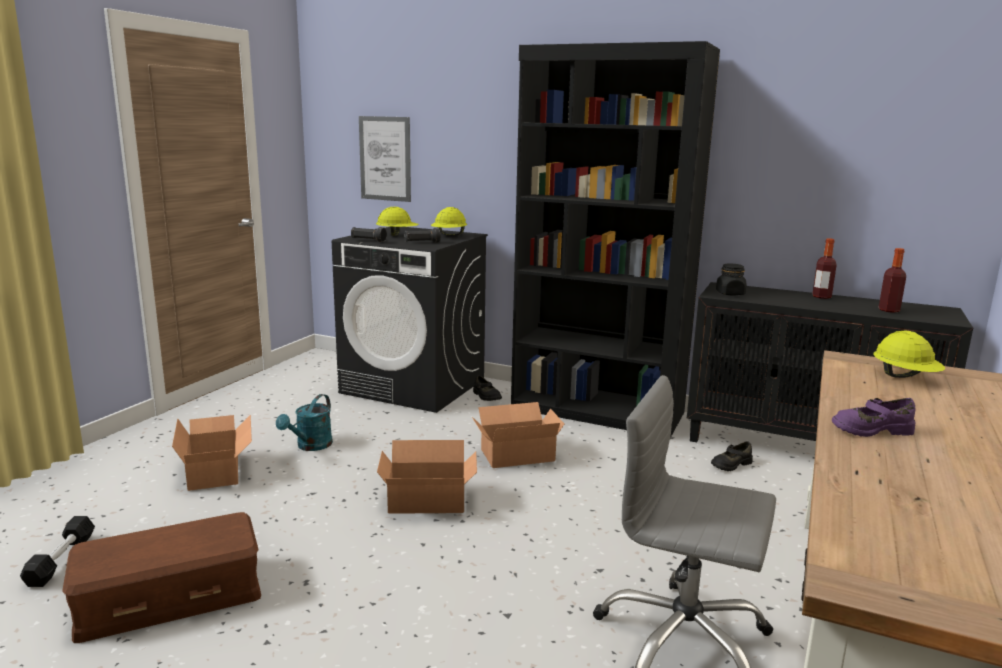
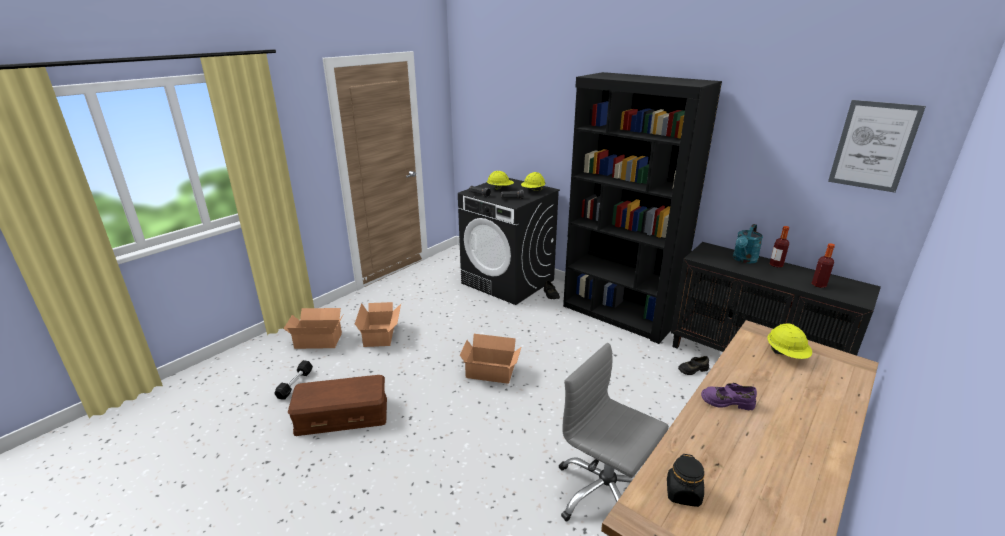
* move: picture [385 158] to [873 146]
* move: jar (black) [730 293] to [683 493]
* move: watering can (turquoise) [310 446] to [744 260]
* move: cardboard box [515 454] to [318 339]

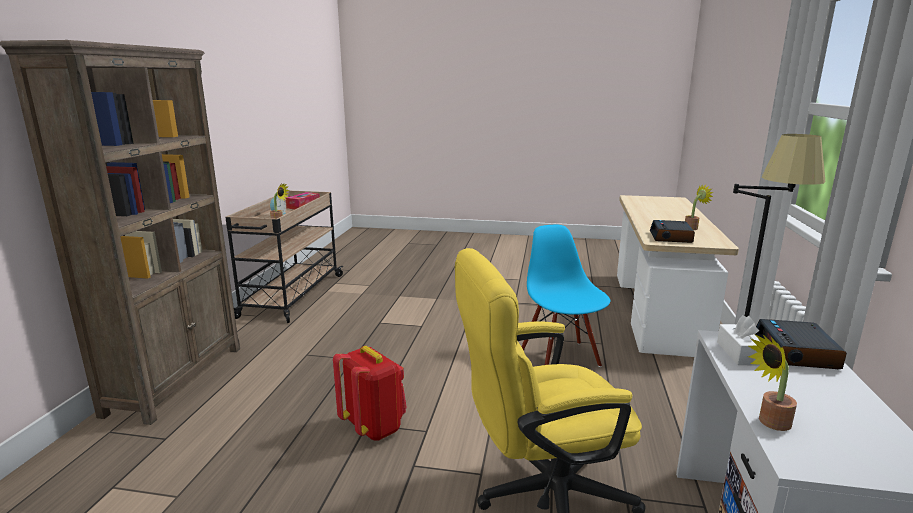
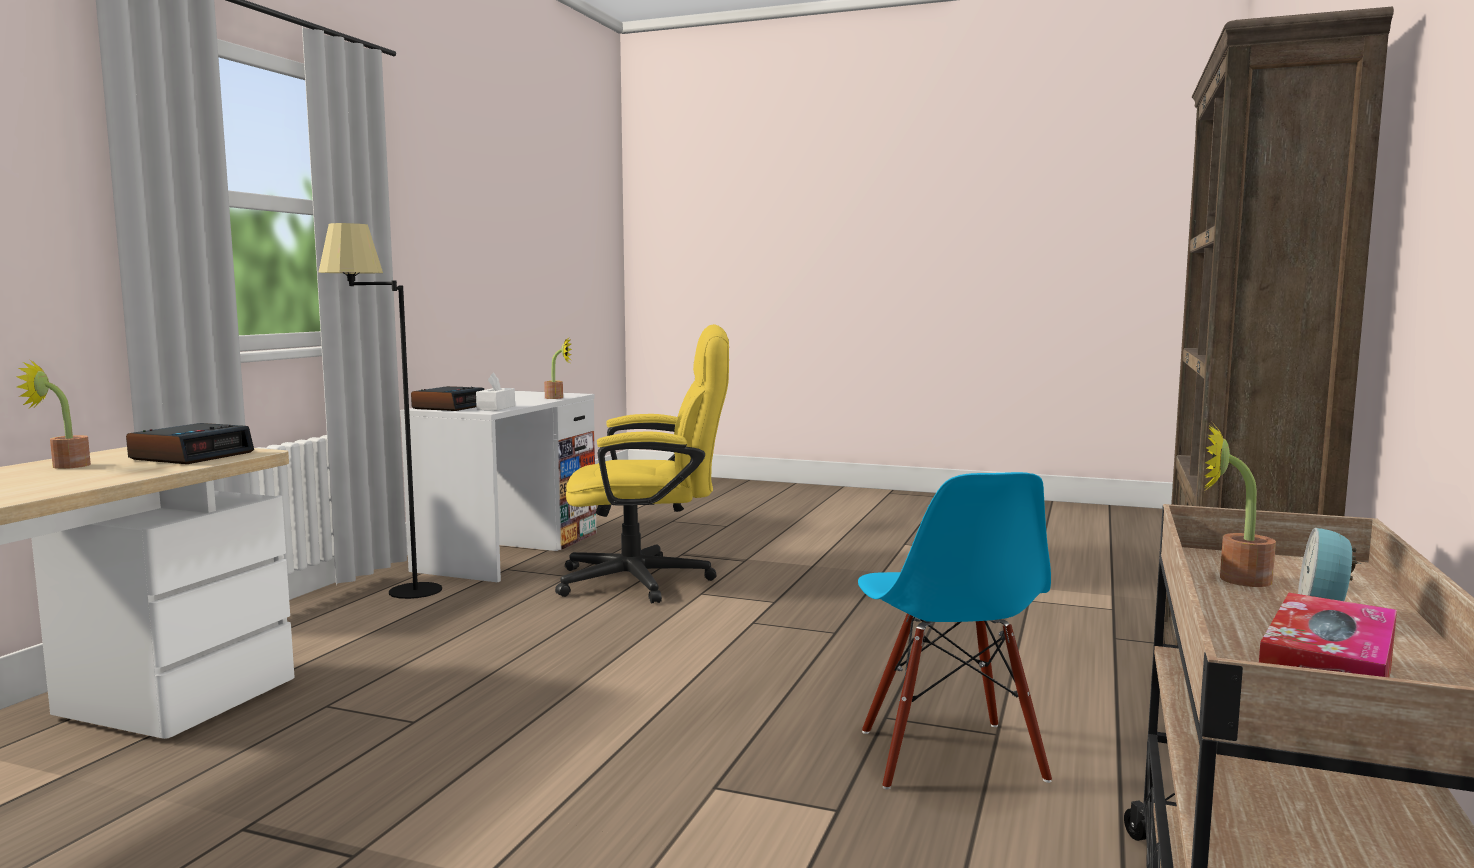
* move: chair (blue) [560 358] to [949 756]
* delete: backpack (red) [374 427]

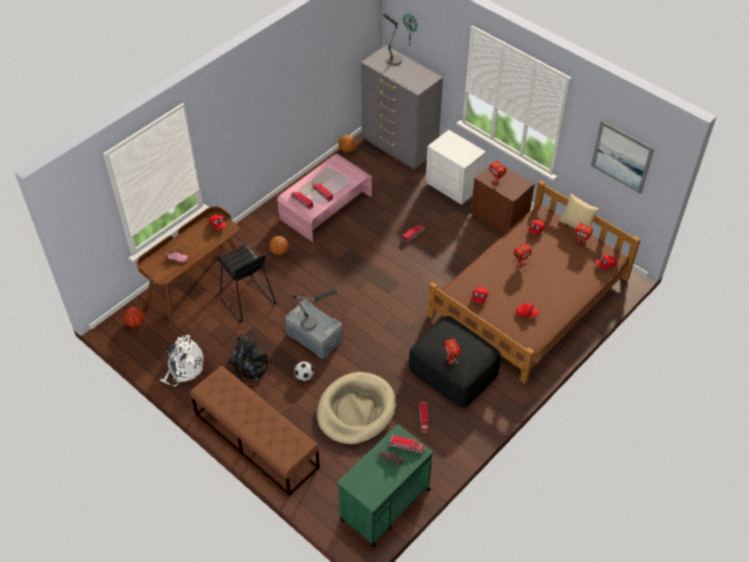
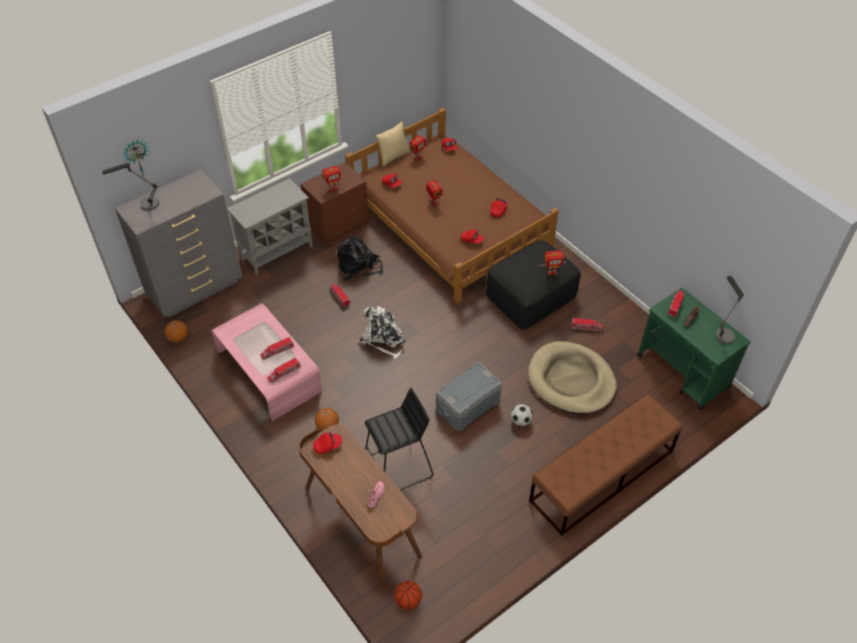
* delete: picture [621 157]
* replace: nightstand (white) [454 186] to cabinet (grey) [277 252]
* move: table lamp [314 321] to [723 331]
* move: backpack (white) [184 368] to [384 339]
* move: backpack (black) [249 368] to [359 267]

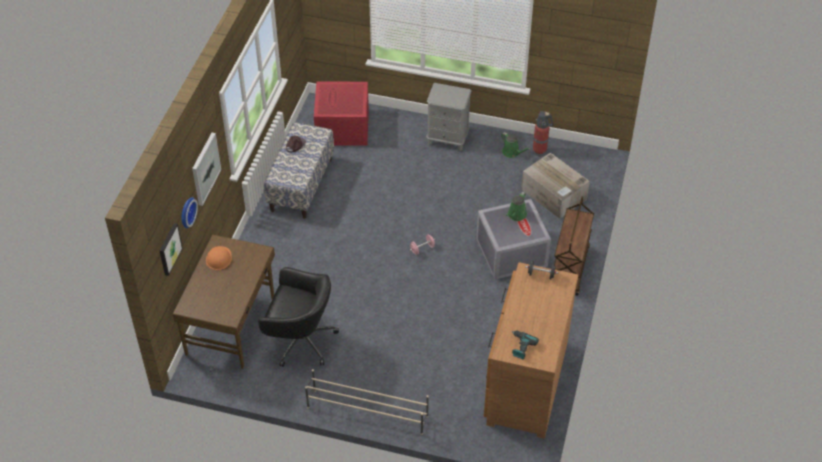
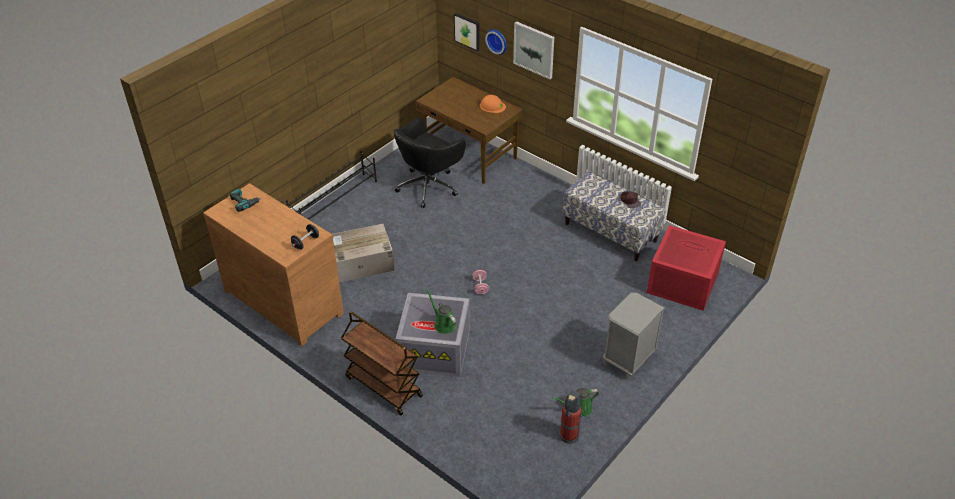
* move: cardboard box [554 195] to [361 263]
* recolor: shoe rack (beige) [367 411] to shoe rack (black) [335 202]

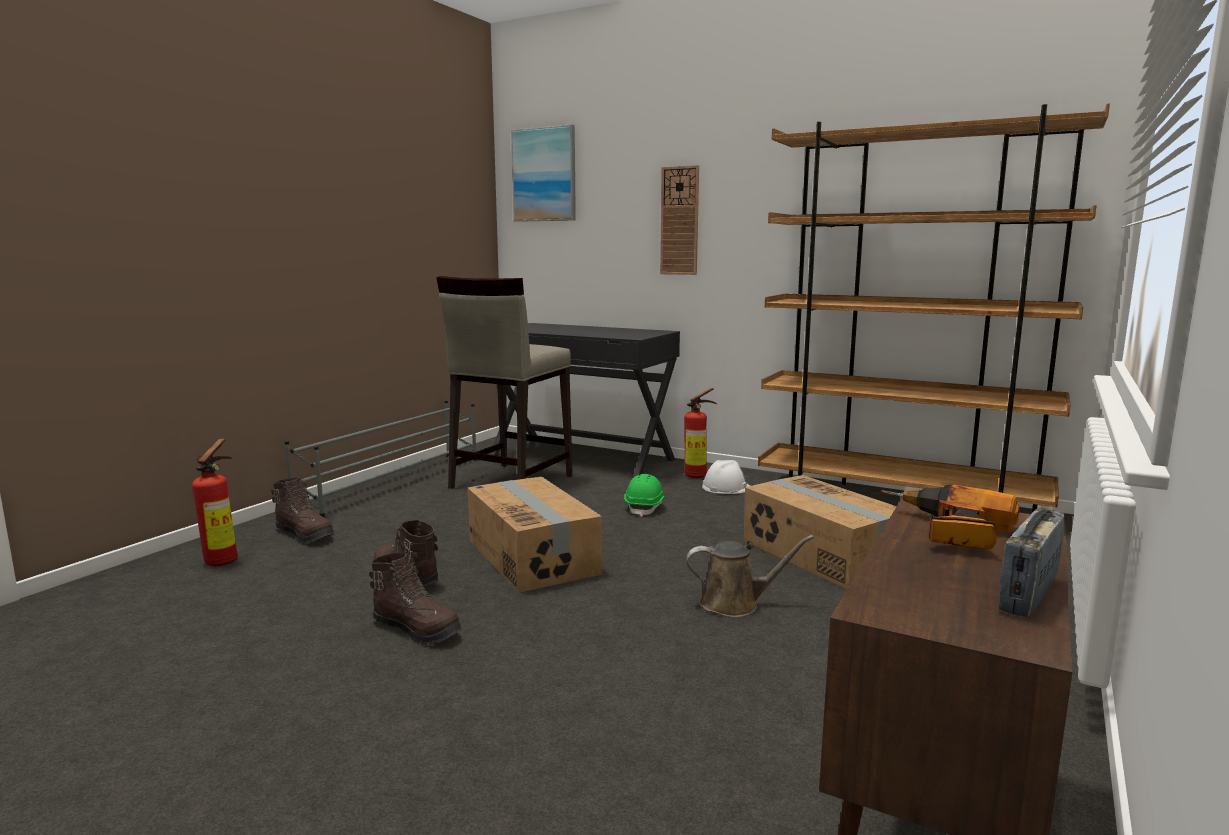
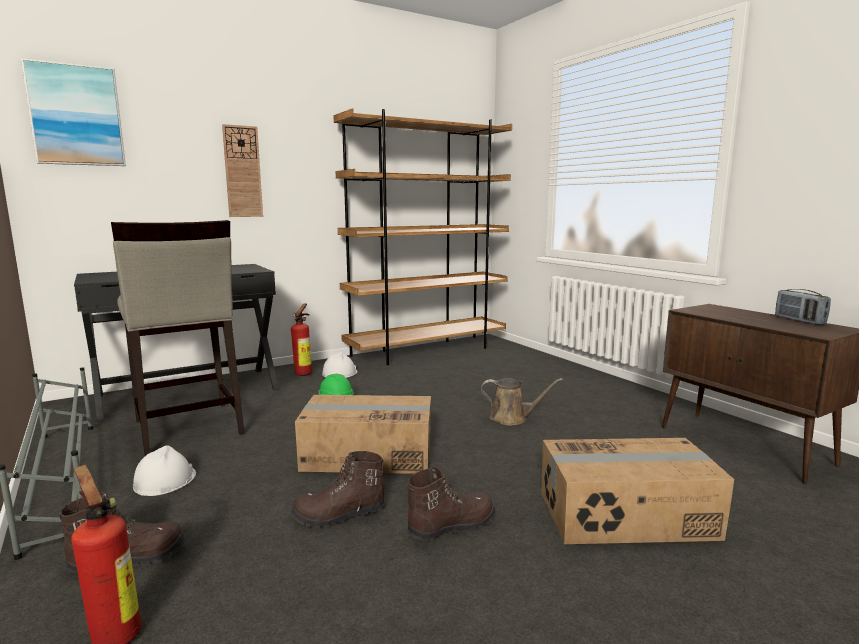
* move: cardboard box [821 555] to [627 516]
* delete: power drill [947 532]
* rotate: watering can (brown) [735 604] = [512 418] 75 degrees clockwise
* insert: hard hat (white) [164 480]

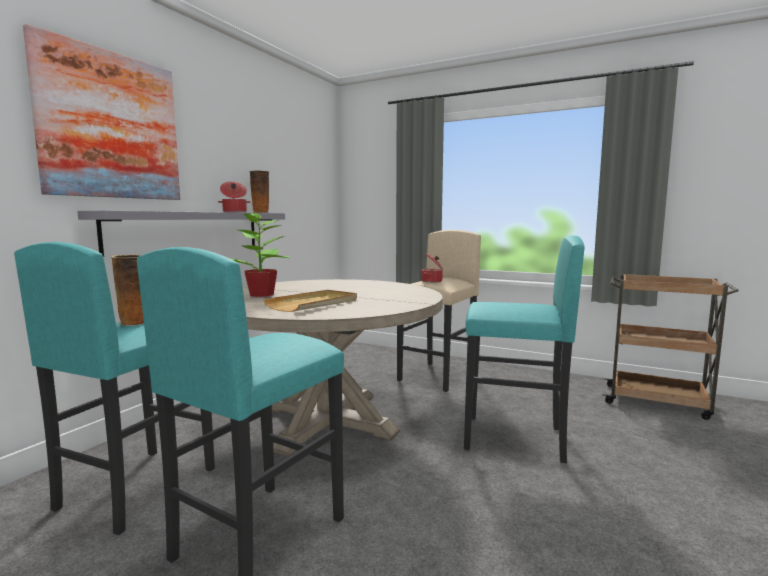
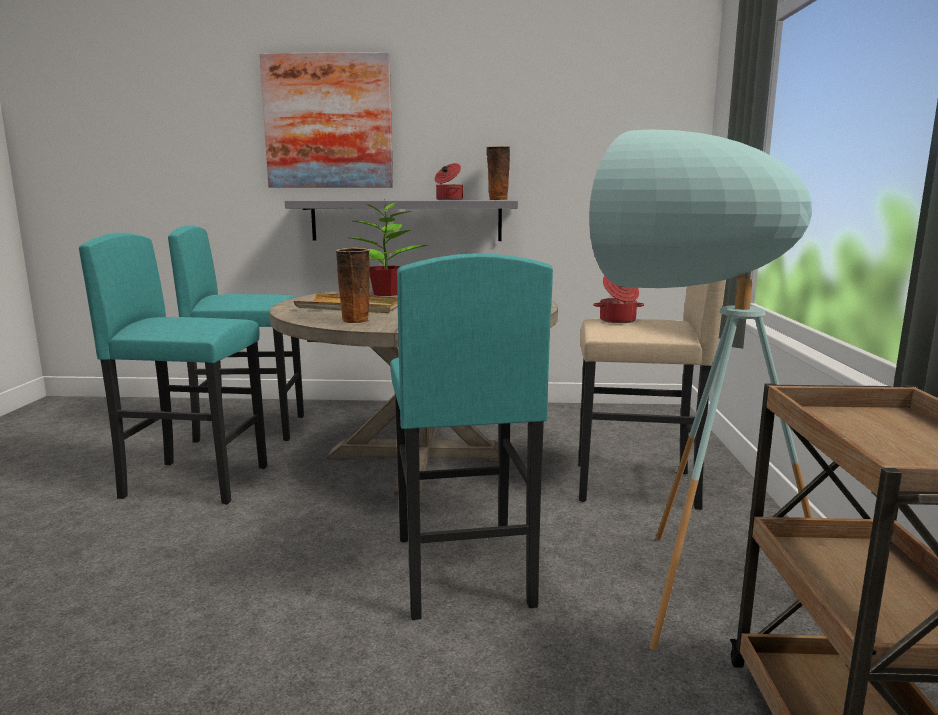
* move: vase [135 323] to [355 321]
* insert: floor lamp (turquoise) [676 576]

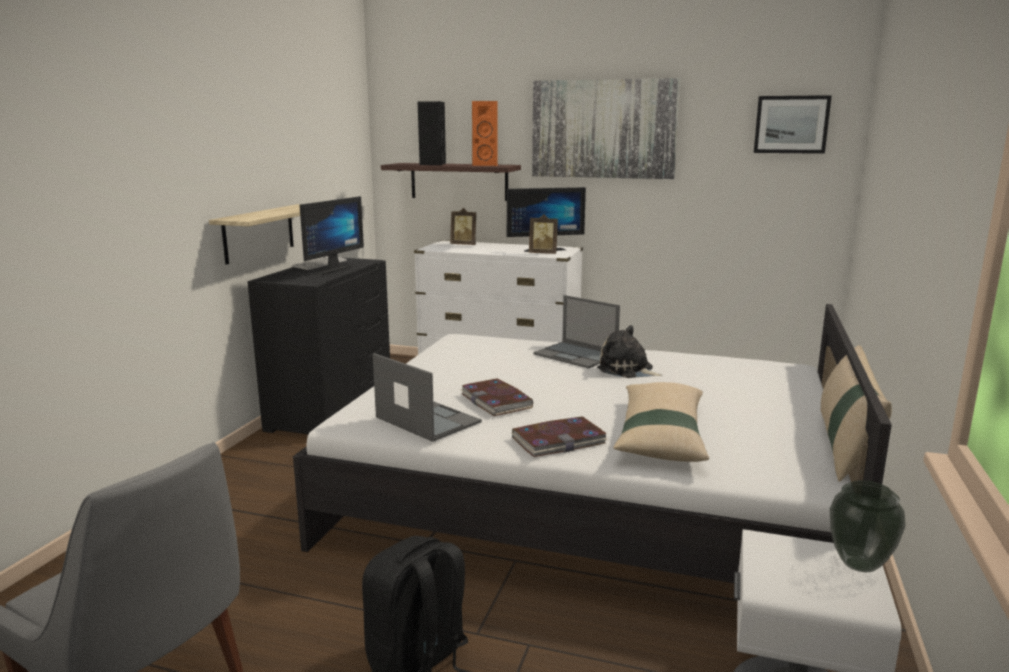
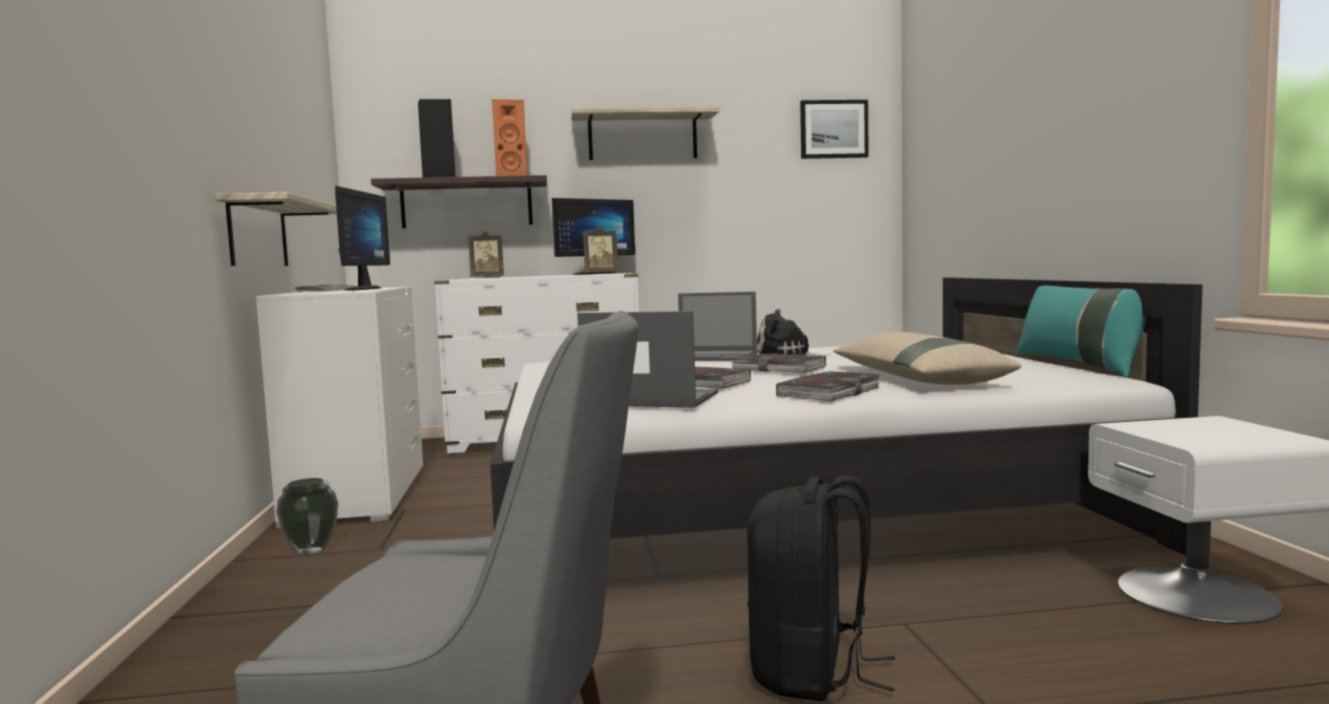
* replace: picture [603 129] to shelf [642 137]
* recolor: dresser (black) [330 410] to dresser (white) [356 495]
* recolor: pillow (beige) [845 446] to pillow (turquoise) [1081 365]
* move: vase [860 564] to [312 551]
* insert: book [779 368]

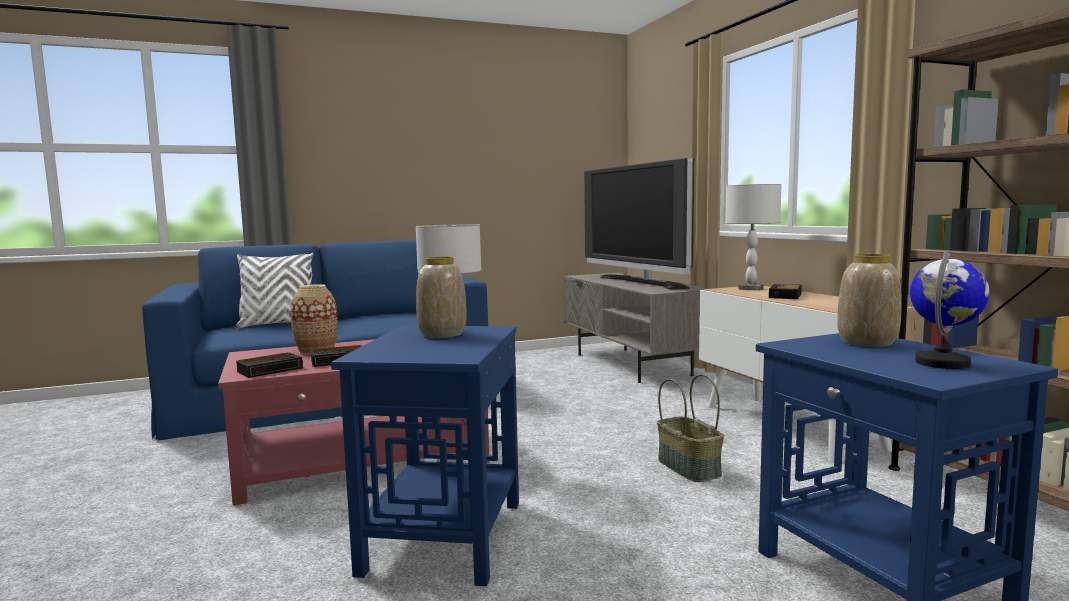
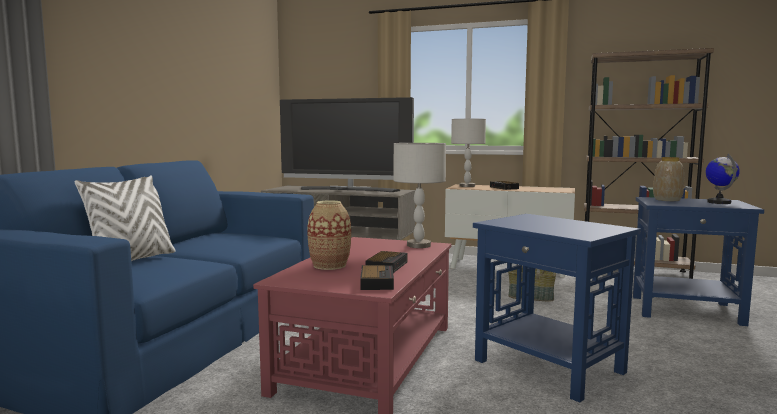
* delete: vase [443 334]

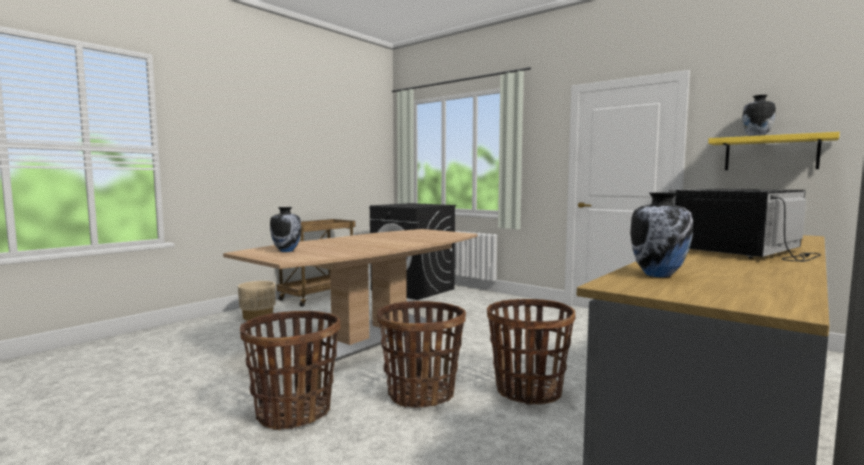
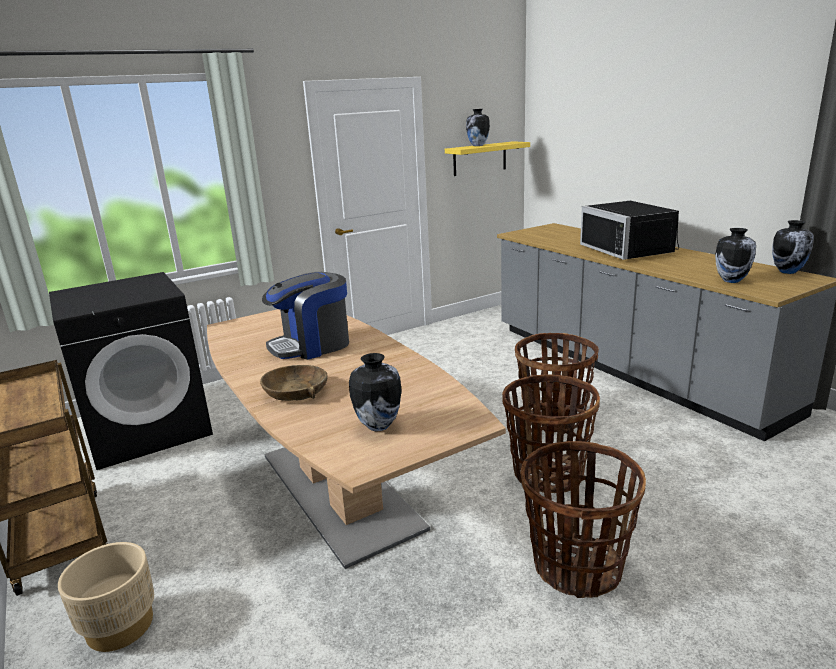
* insert: vase [788 272]
* insert: coffee machine [312 345]
* insert: bowl (brown) [296 392]

